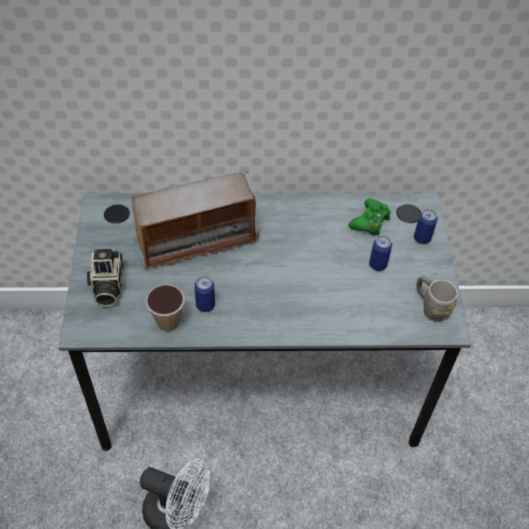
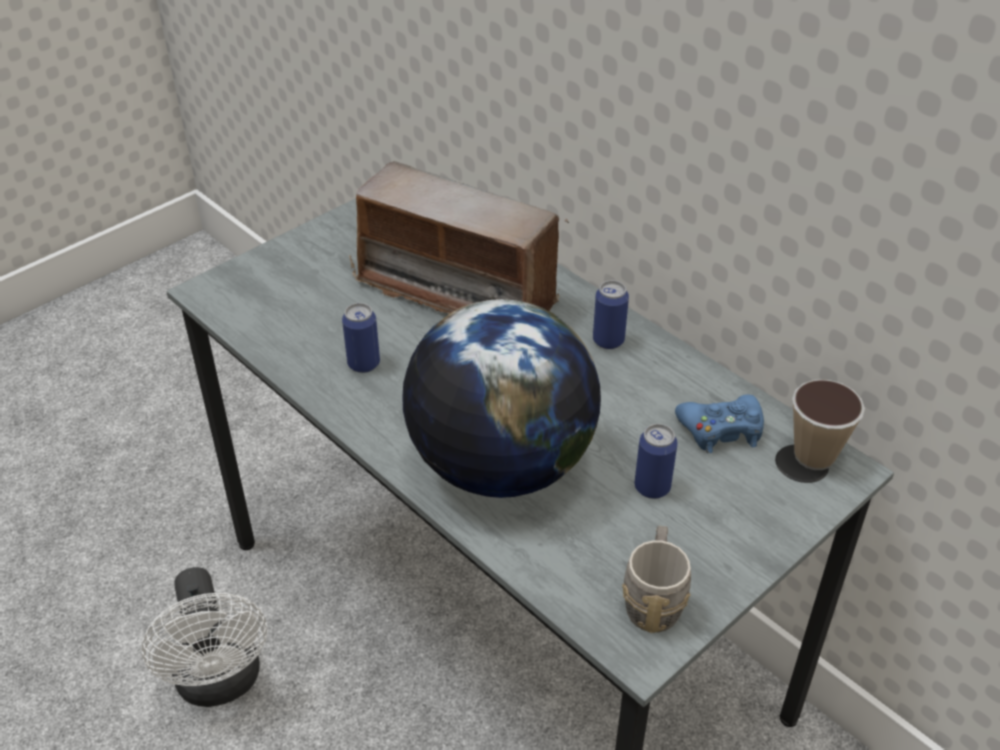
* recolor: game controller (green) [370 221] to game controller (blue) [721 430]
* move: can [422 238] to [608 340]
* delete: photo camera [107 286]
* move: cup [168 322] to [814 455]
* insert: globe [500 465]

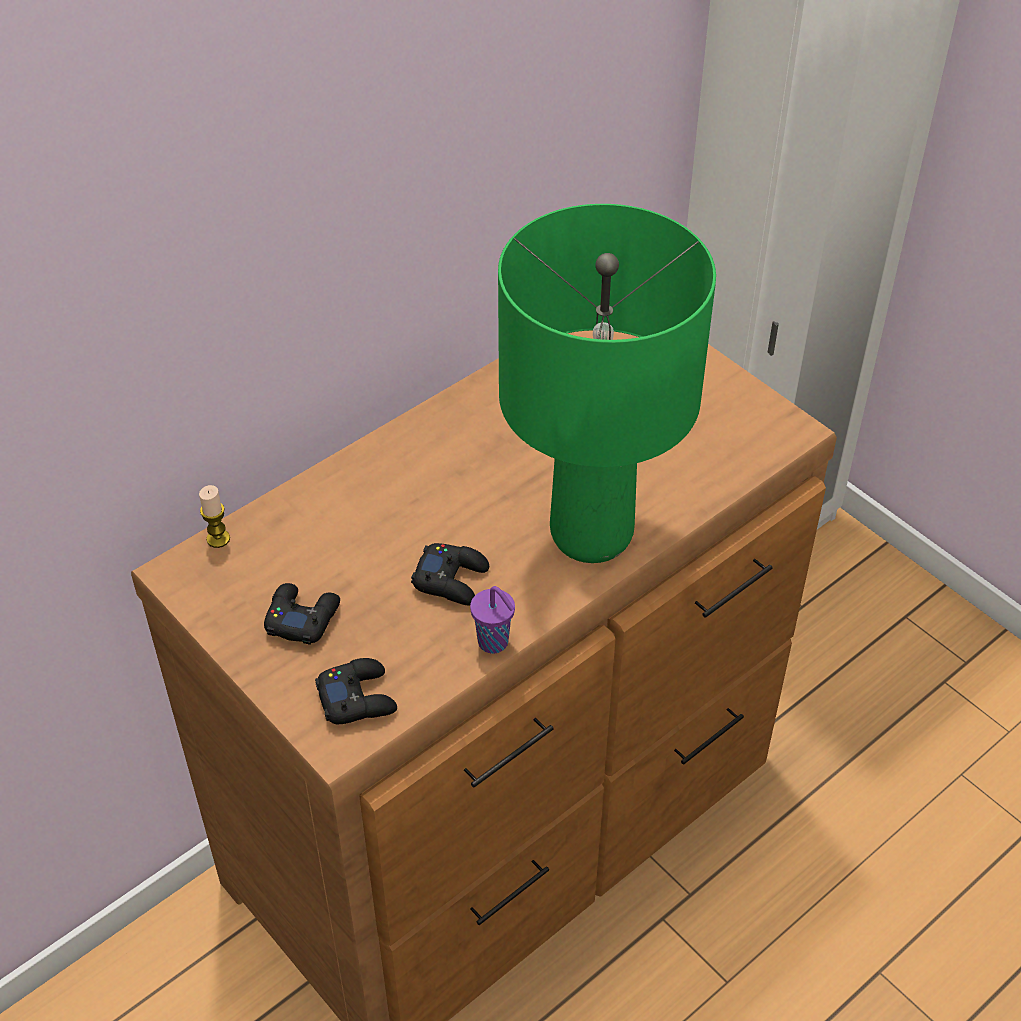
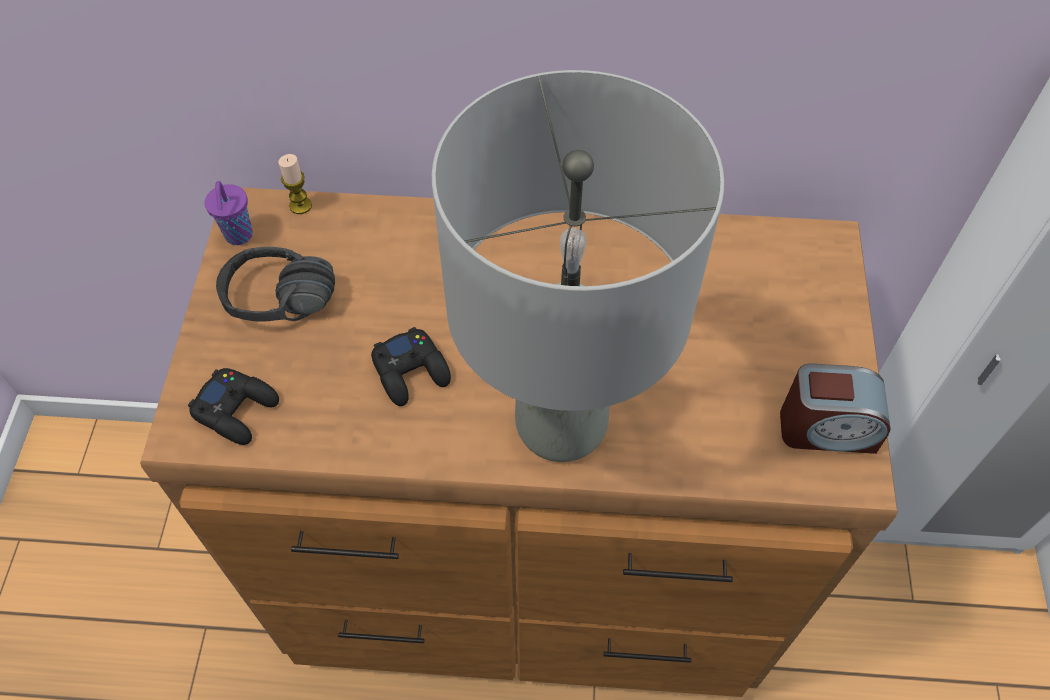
* recolor: table lamp (green) [593 534] to table lamp (grey) [562 426]
* replace: game controller (black) [302 618] to headphones (black) [278 313]
* move: cup (purple) [494 643] to [238 236]
* insert: alarm clock [827 429]

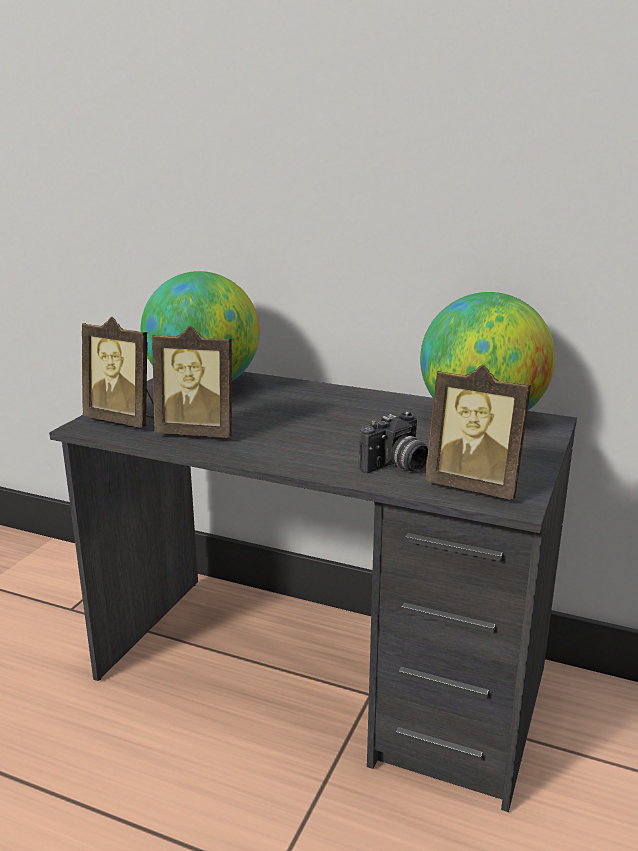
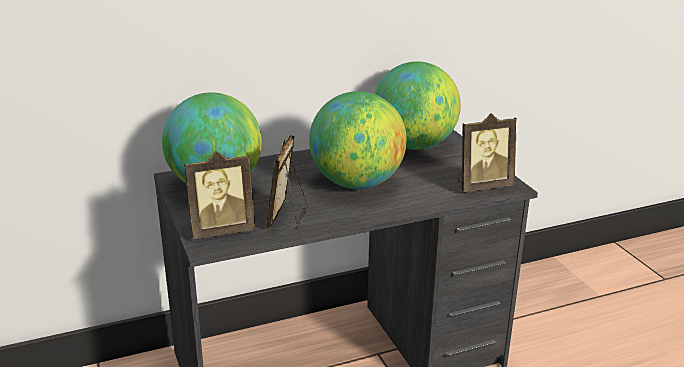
* rotate: picture frame [198 432] = [288 217] 135 degrees clockwise
* delete: photo camera [396 467]
* insert: globe [357 183]

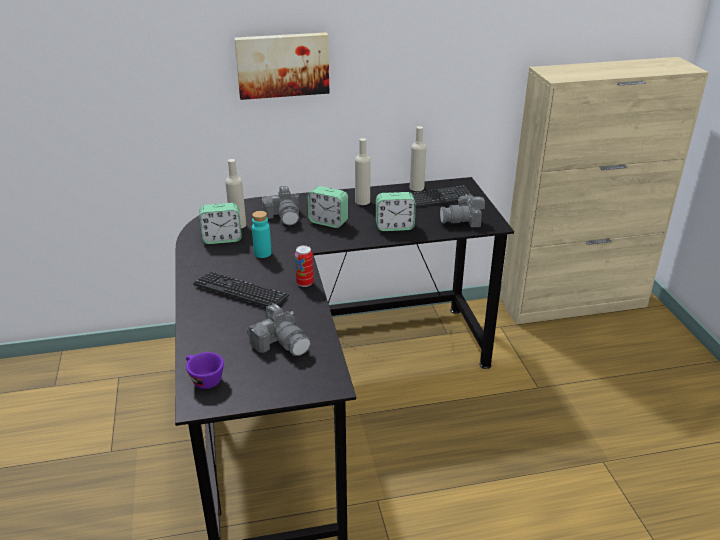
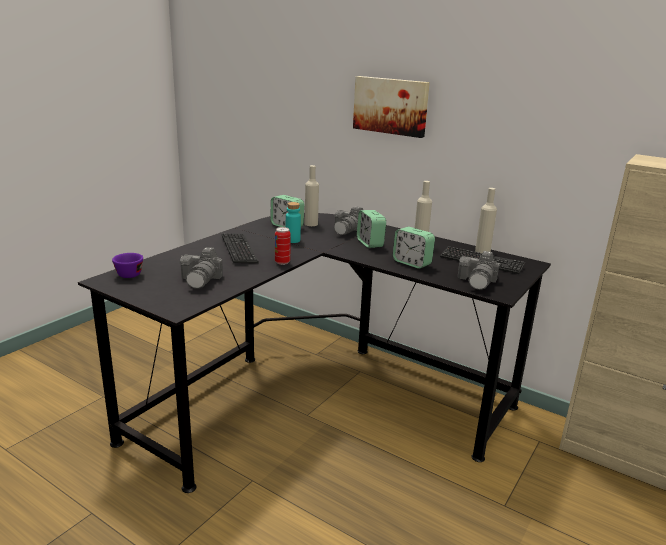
* rotate: photo camera [463 220] = [478 281] 105 degrees counterclockwise

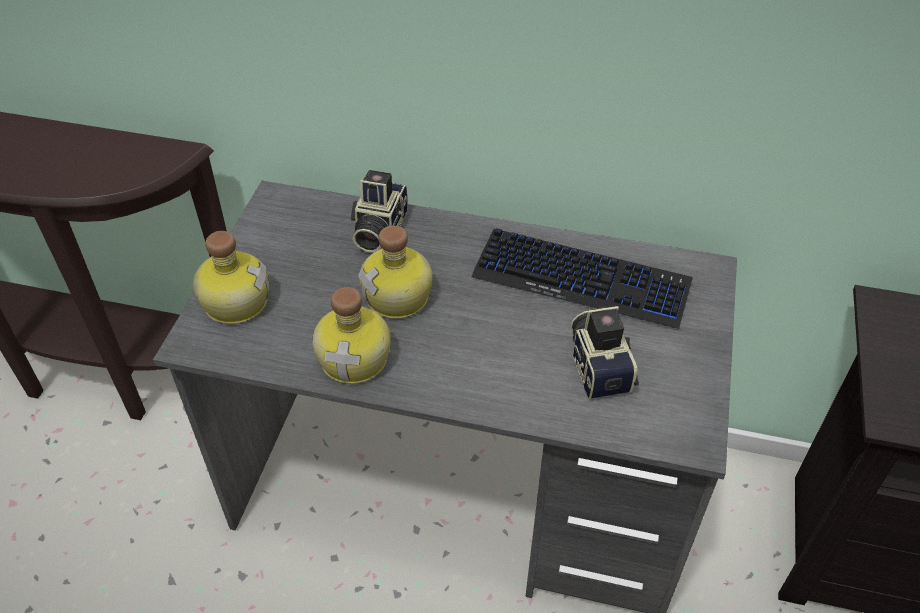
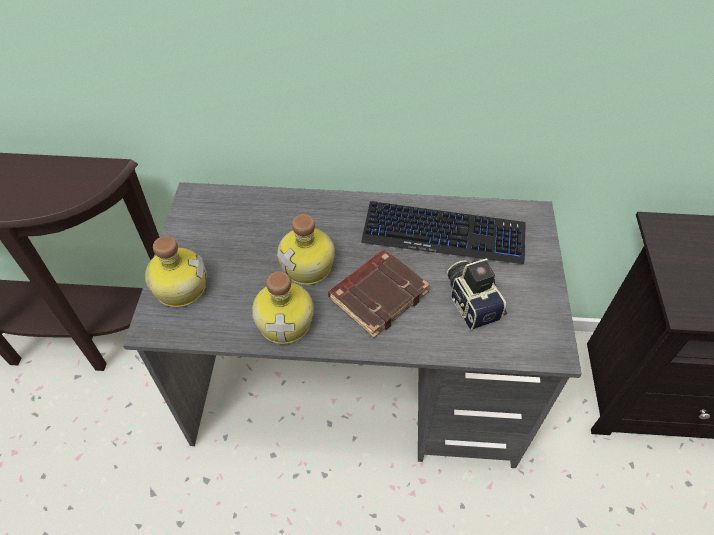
* delete: photo camera [377 230]
* insert: book (brown) [378 295]

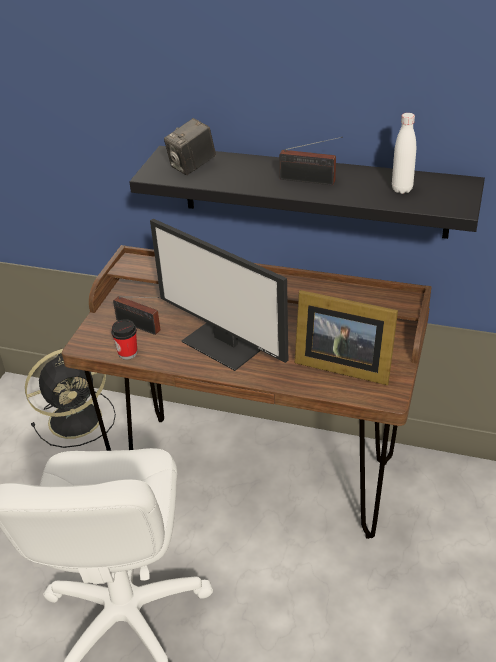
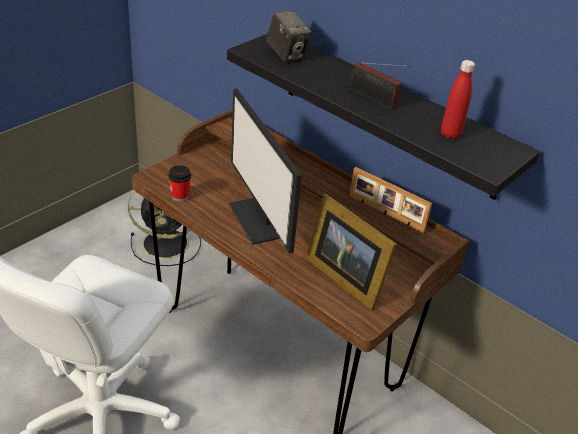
* recolor: bottle (white) [402 189] to bottle (red) [450 134]
* rotate: photo camera [192 166] = [287 54] 105 degrees counterclockwise
* delete: radio [140 326]
* insert: picture frame [385 213]

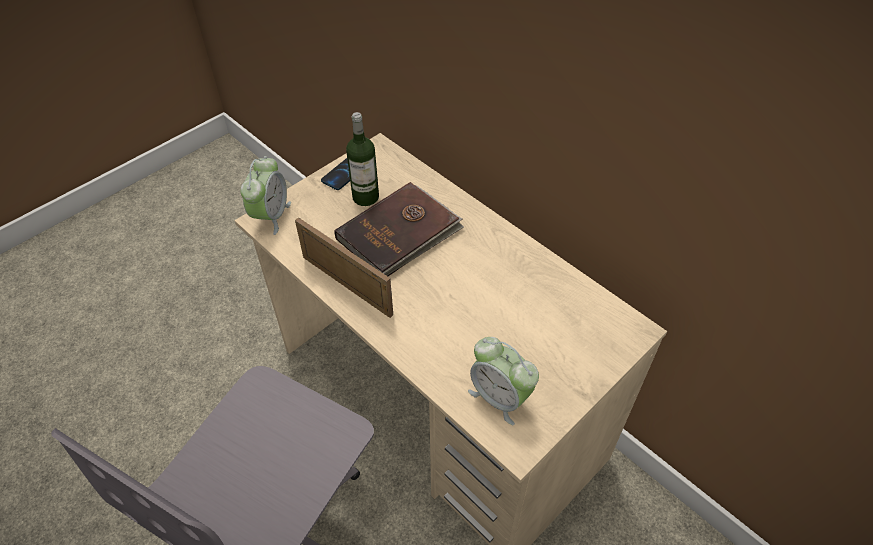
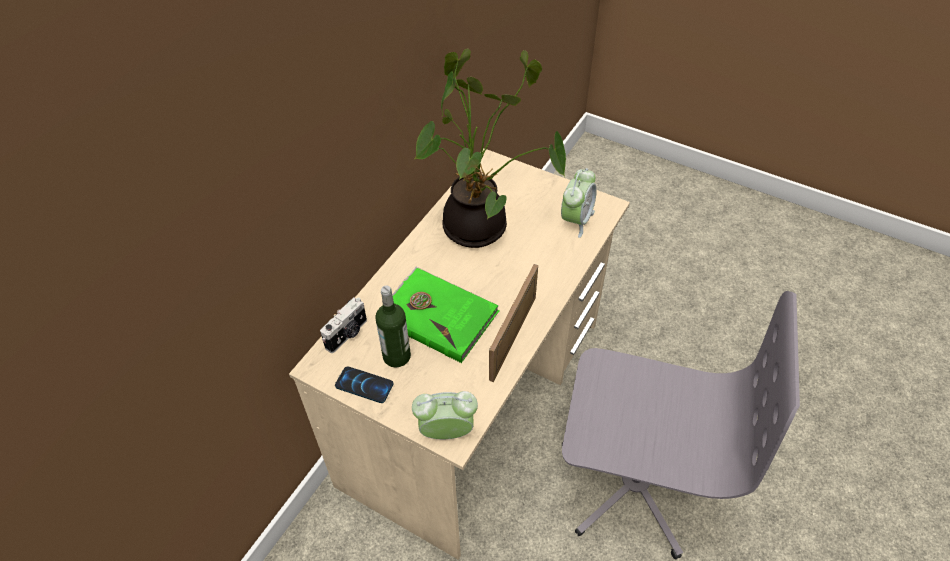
* recolor: book (brown) [400 233] to book (green) [438 315]
* insert: potted plant [480 228]
* insert: photo camera [347 334]

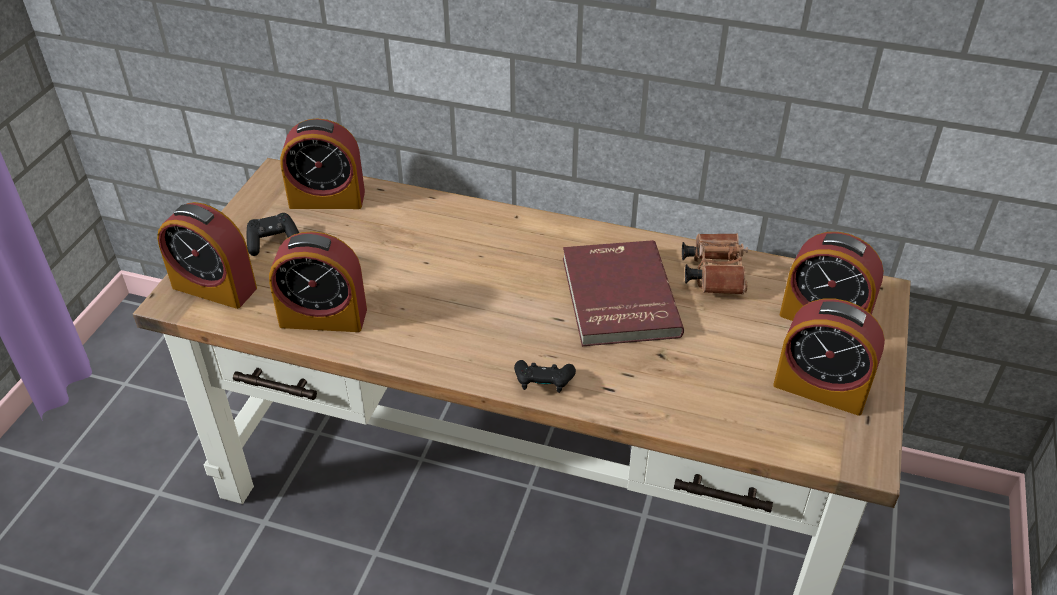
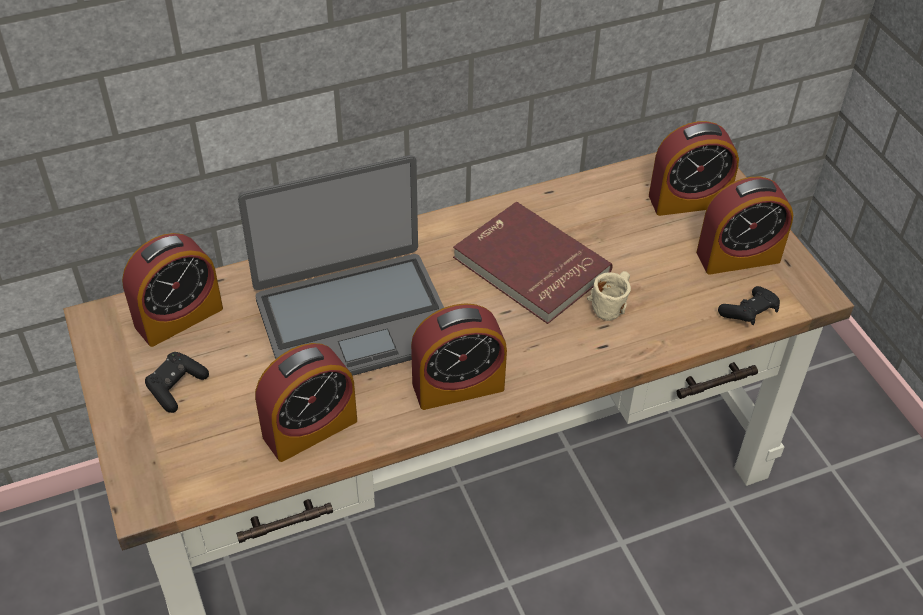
* move: alarm clock [214 287] to [458 386]
* delete: binoculars (brown) [713 273]
* move: game controller (black) [543 384] to [749 314]
* insert: laptop [354 320]
* insert: mug (beige) [610 303]

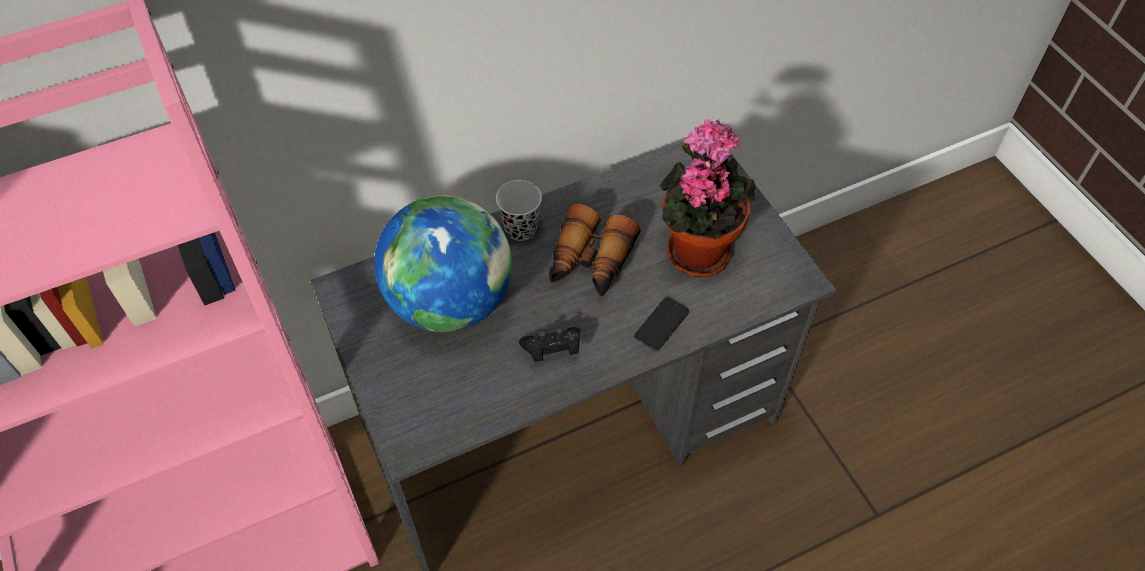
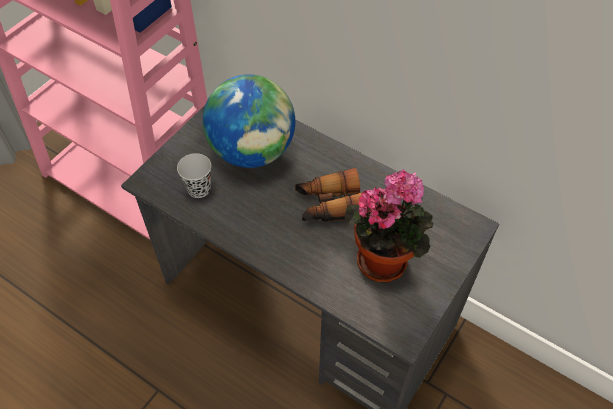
* move: cup (black) [520 229] to [199 189]
* delete: phone [661 324]
* delete: game controller (black) [552 350]

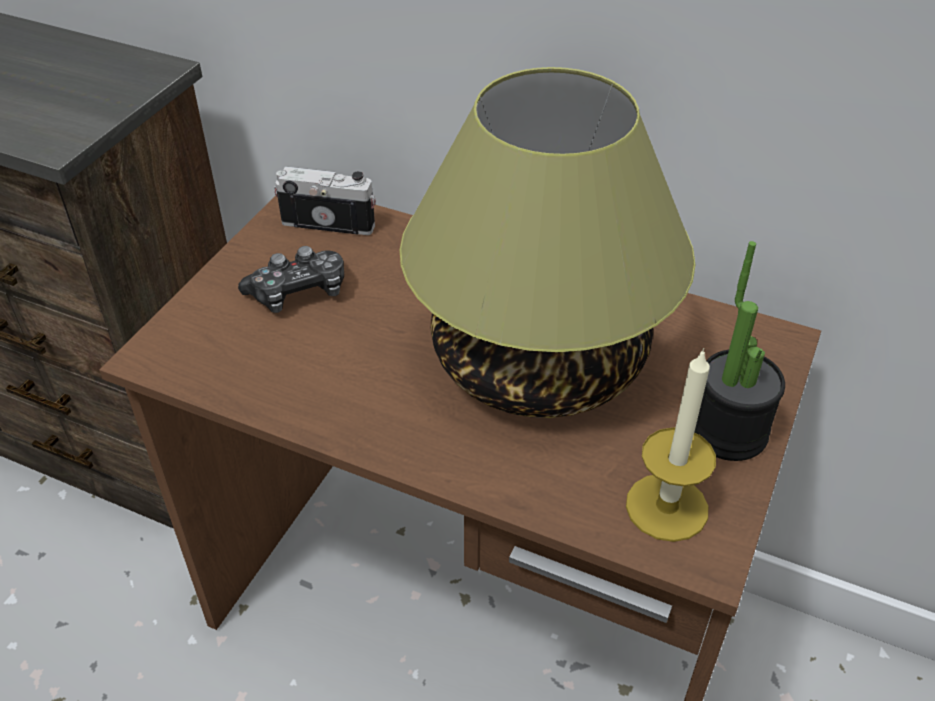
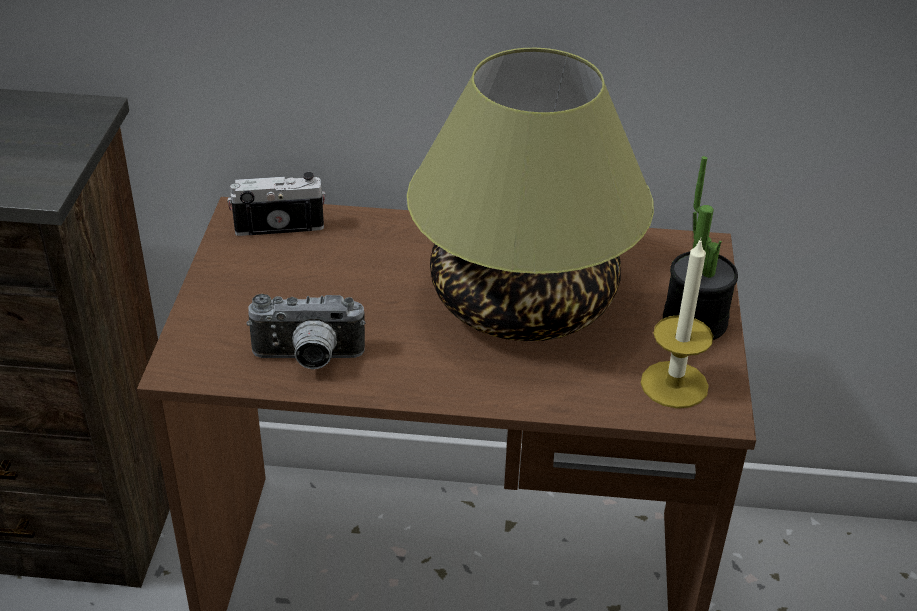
* delete: game controller [299 292]
* insert: photo camera [308 360]

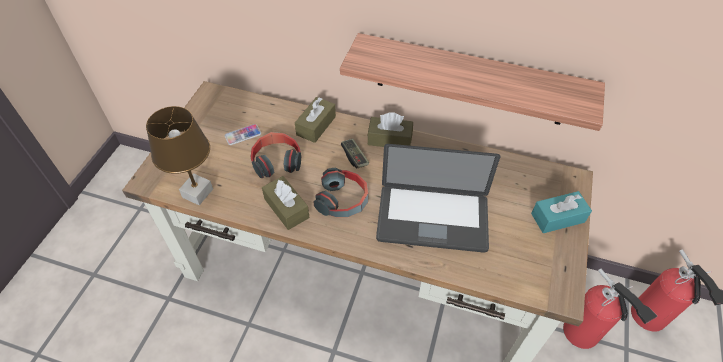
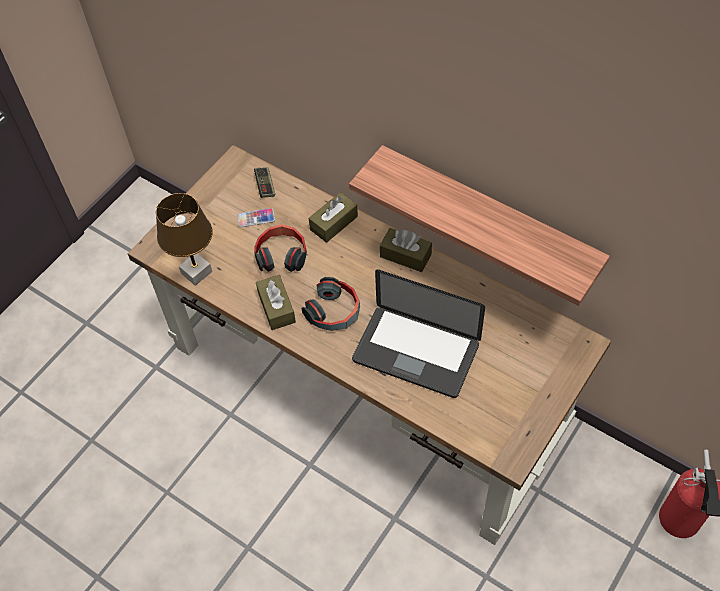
* move: game controller [354 157] to [265 186]
* delete: tissue box (turquoise) [557 218]
* delete: fire extinguisher [583 335]

